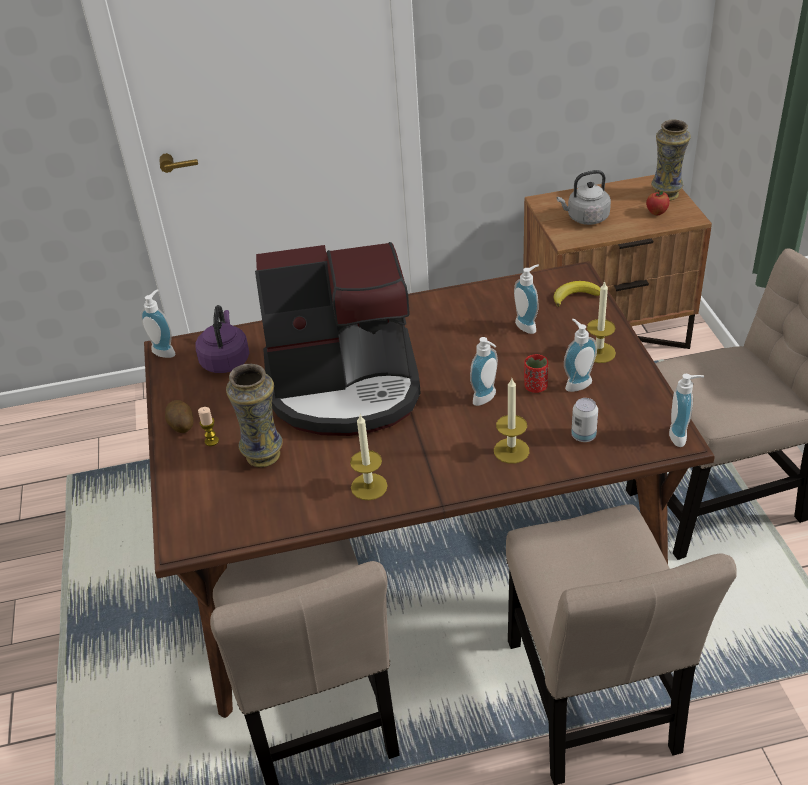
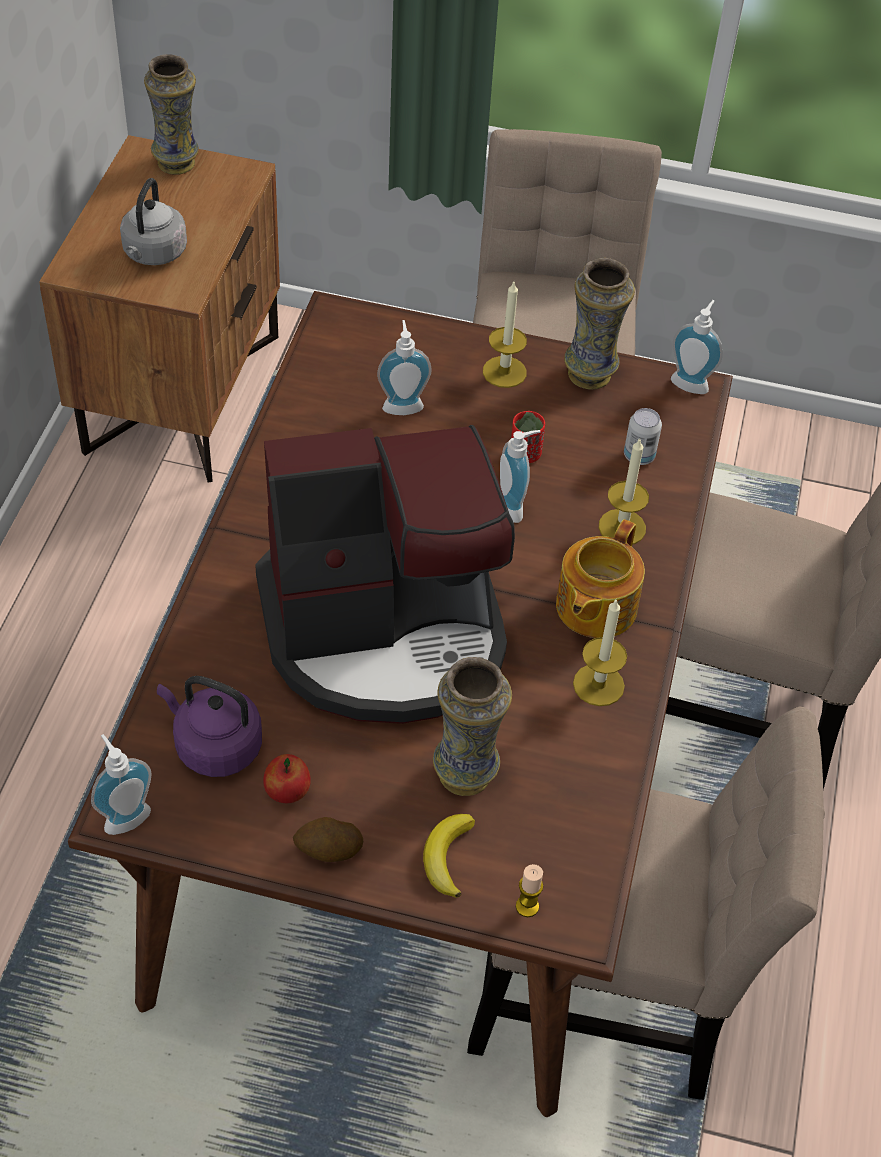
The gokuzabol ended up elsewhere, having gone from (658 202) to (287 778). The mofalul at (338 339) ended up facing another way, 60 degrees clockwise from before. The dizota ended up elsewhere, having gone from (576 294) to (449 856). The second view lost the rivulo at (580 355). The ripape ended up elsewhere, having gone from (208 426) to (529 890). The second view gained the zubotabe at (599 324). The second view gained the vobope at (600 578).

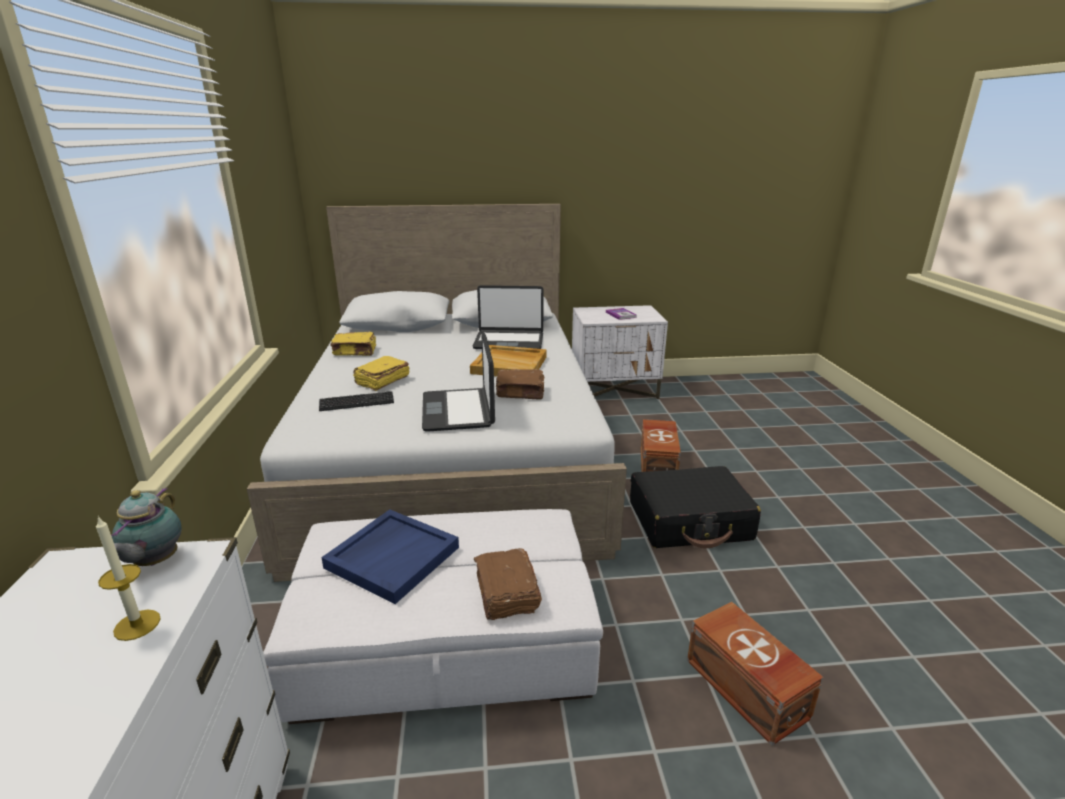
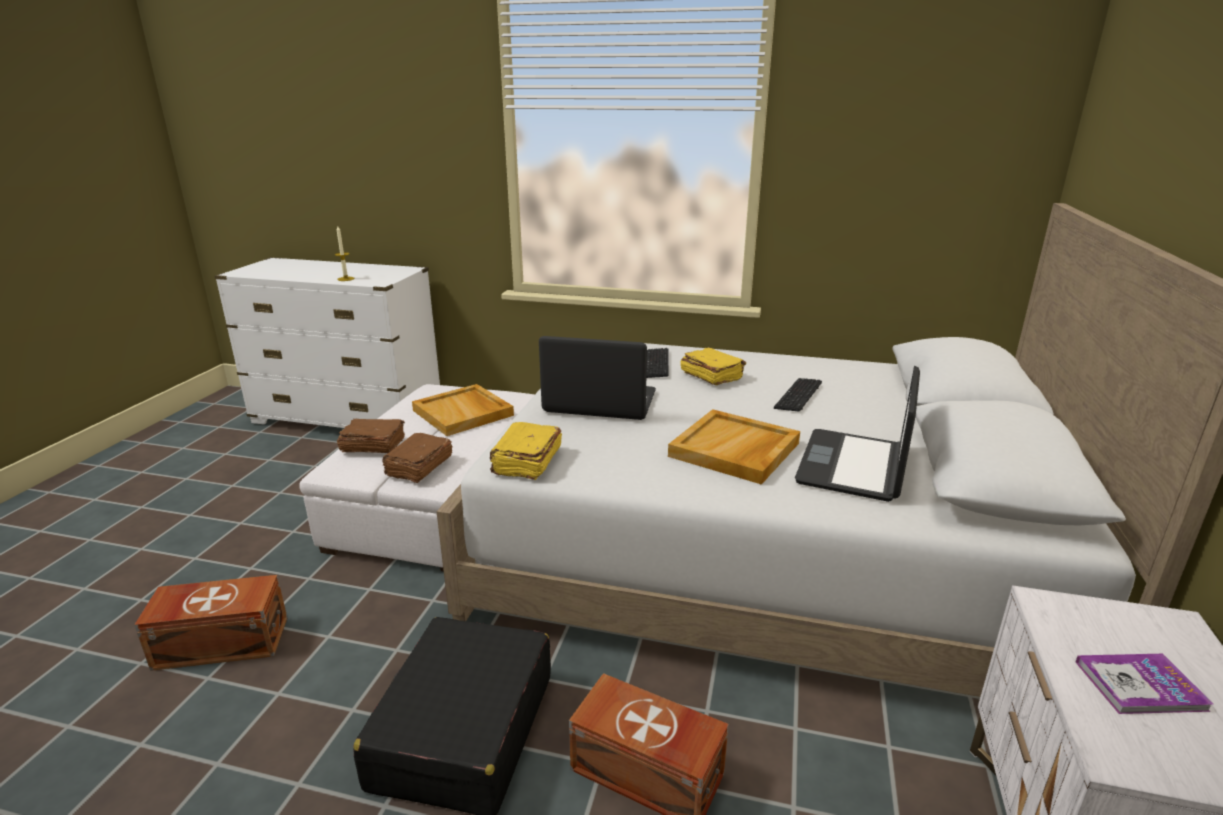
The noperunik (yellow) ended up elsewhere, having gone from (353 344) to (526 451). The noperunik (brown) ended up elsewhere, having gone from (520 384) to (417 458). The second view lost the vobope at (146 527). What was the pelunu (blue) at (390 556) turned into the pelunu (beige) at (463 410). The second view gained the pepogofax at (798 395).

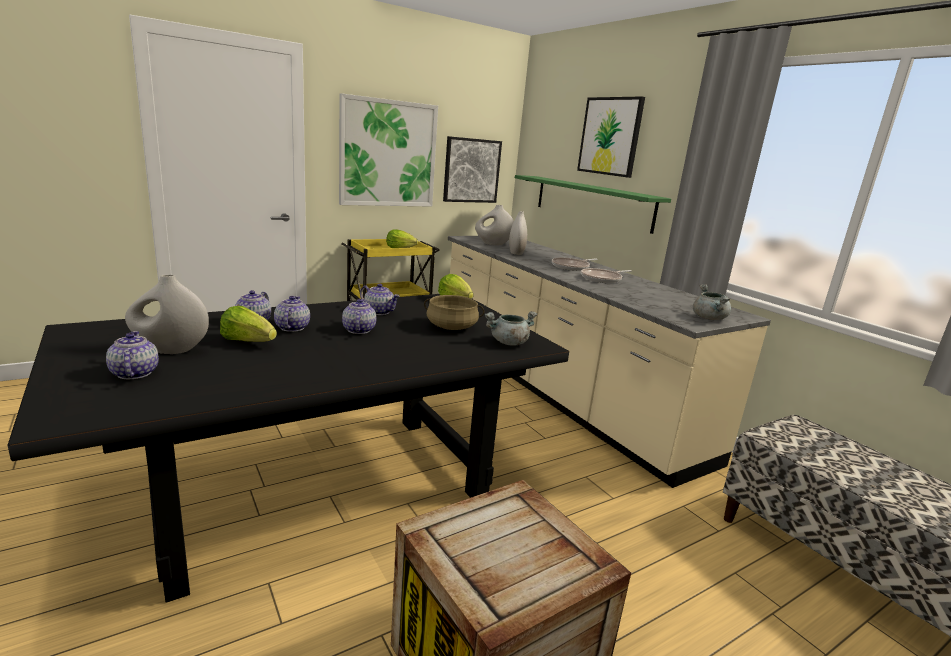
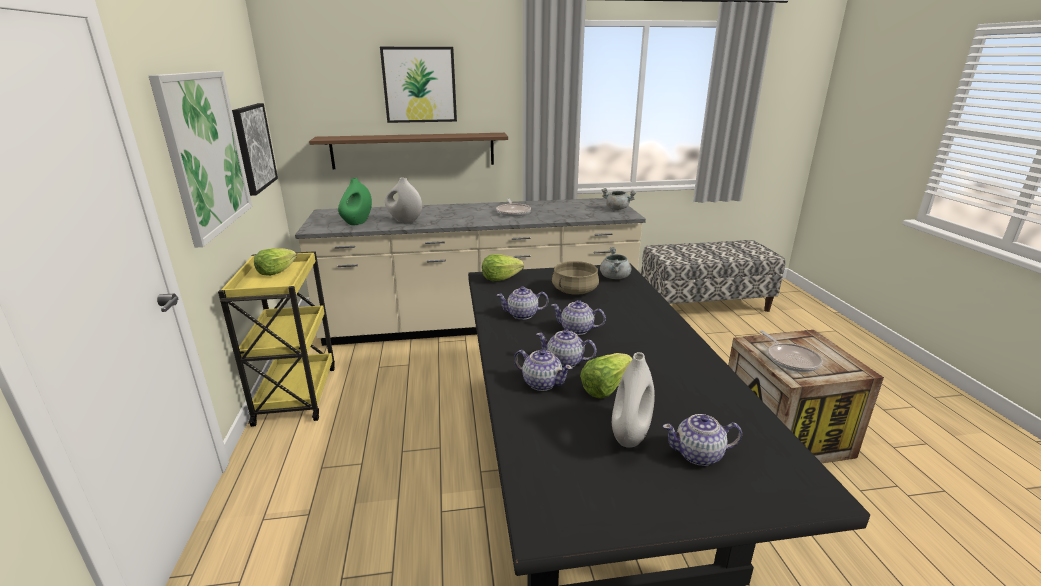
What was the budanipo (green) at (593 204) turned into the budanipo (brown) at (408 151). What was the zubotabe (white) at (494 225) turned into the zubotabe (green) at (355 201). The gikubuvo ended up elsewhere, having gone from (575 264) to (791 351). The vobope at (380 299) ended up facing another way, 150 degrees counterclockwise from before.

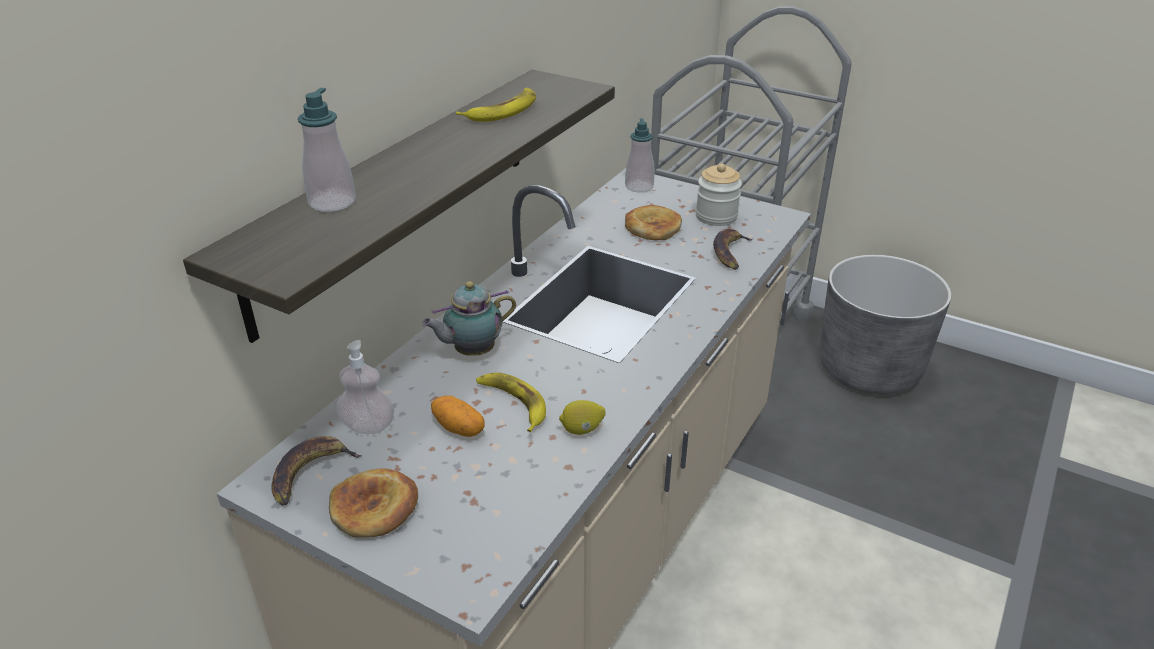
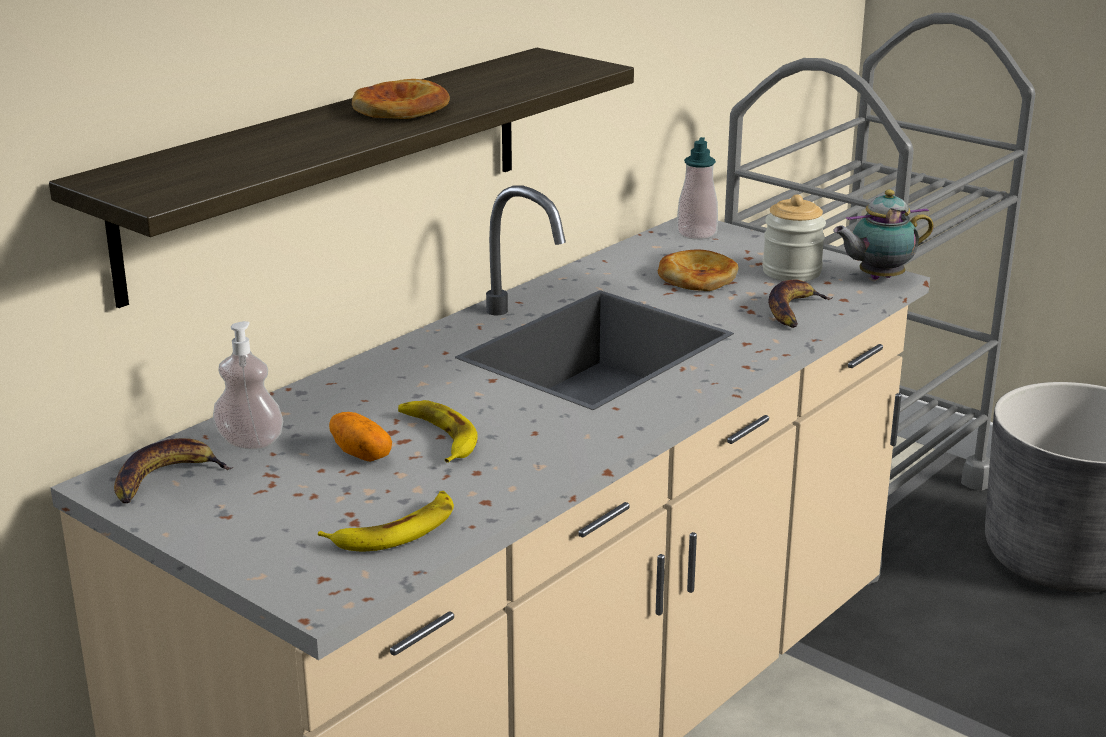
The second view lost the rivulo at (327 150). The dizota ended up elsewhere, having gone from (496 105) to (386 521). The vobope ended up elsewhere, having gone from (469 318) to (883 234). The second view lost the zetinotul at (582 417). The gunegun ended up elsewhere, having gone from (373 503) to (401 99).

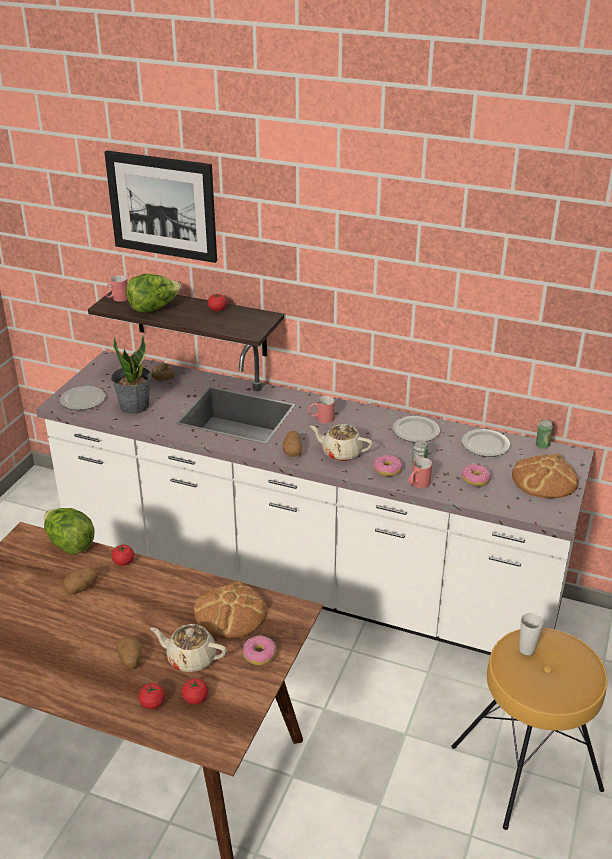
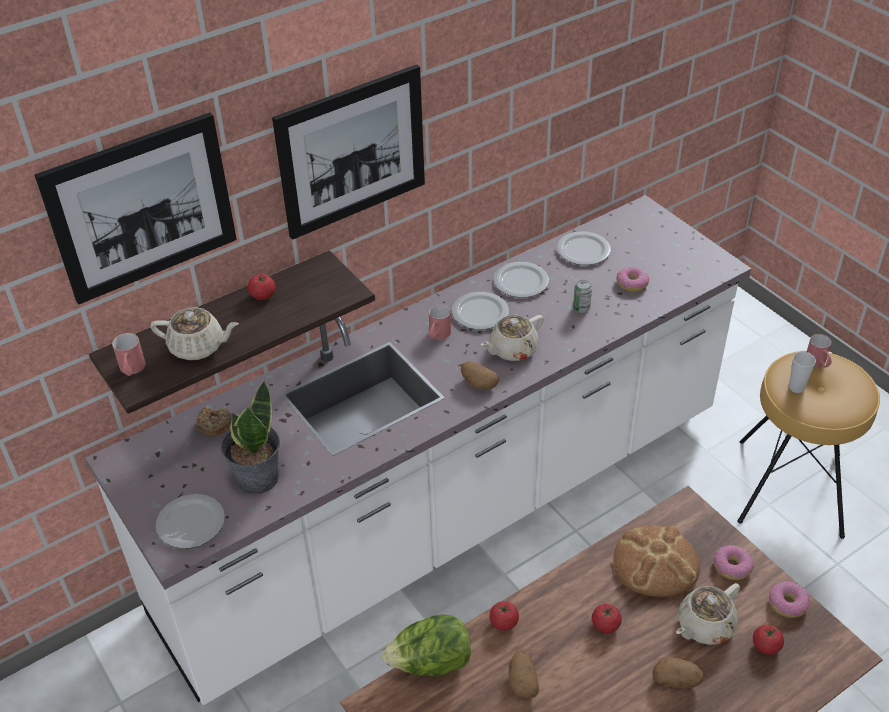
Where the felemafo stood at (154 293), the vobope (beige) came to stand at (194 333). The second view lost the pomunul at (544 434). The second view lost the gunegun at (545 475). The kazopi ended up elsewhere, having gone from (388 465) to (789 599). The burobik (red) ended up elsewhere, having gone from (420 473) to (819 351). The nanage ended up elsewhere, having gone from (151 696) to (607 618). The second view gained the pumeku at (348 152). The second view gained the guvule at (480 311).

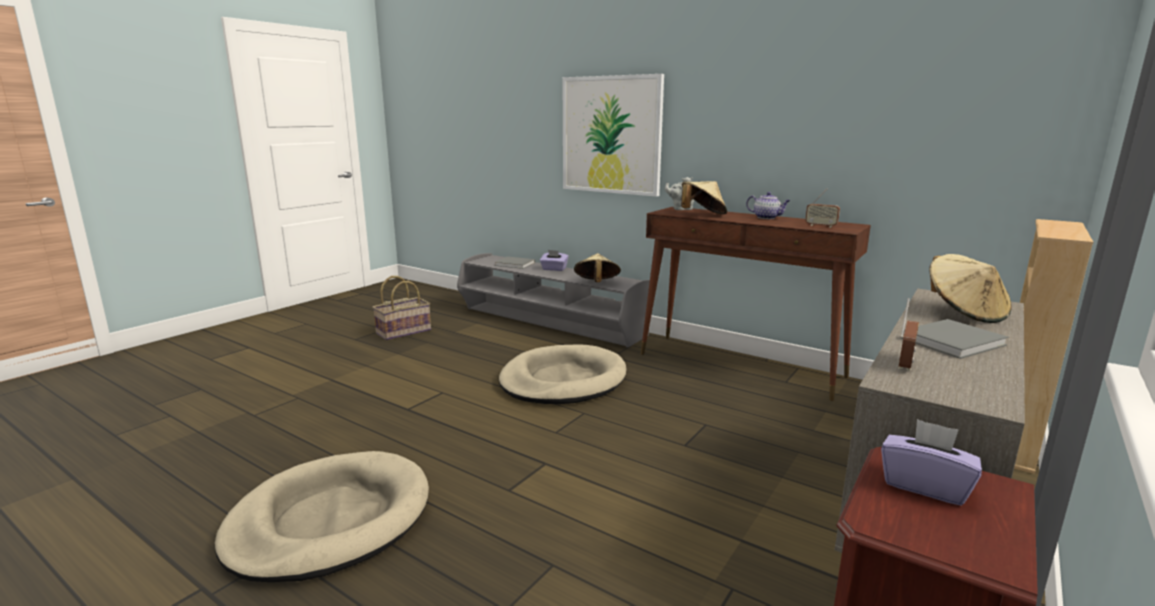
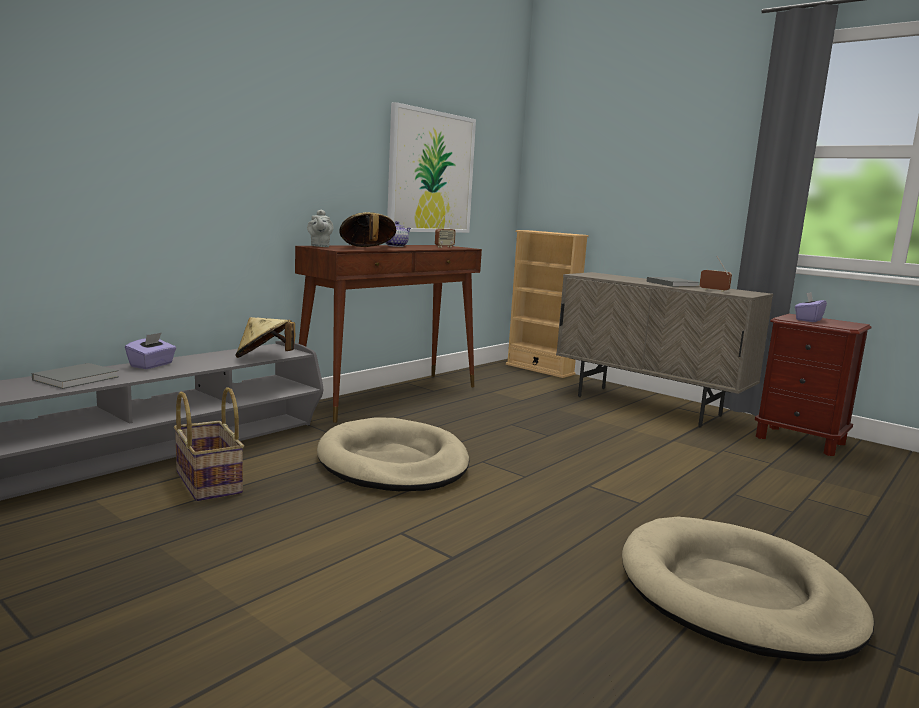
The pumeku ended up elsewhere, having gone from (613 135) to (431 167). The second view lost the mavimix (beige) at (970 288). The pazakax ended up elsewhere, having gone from (401 308) to (209 444).

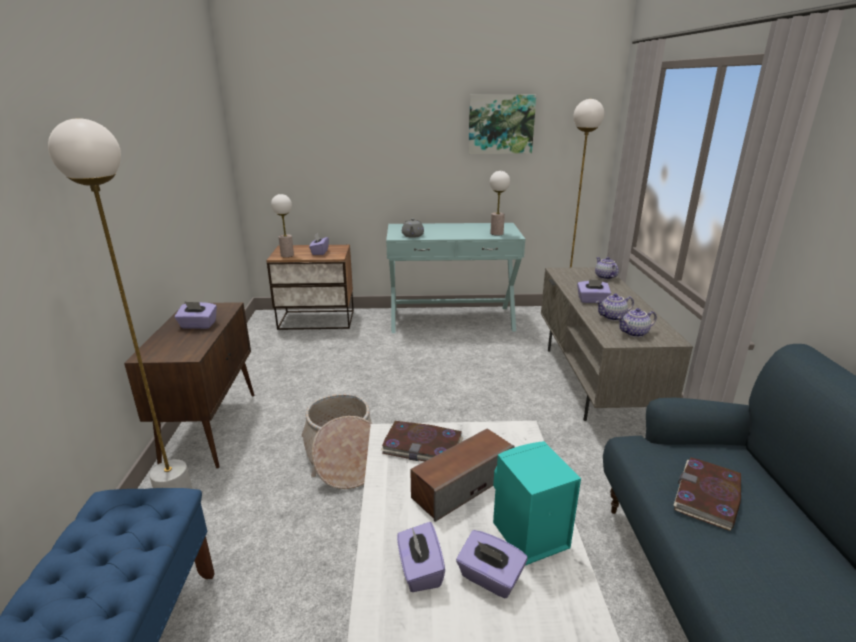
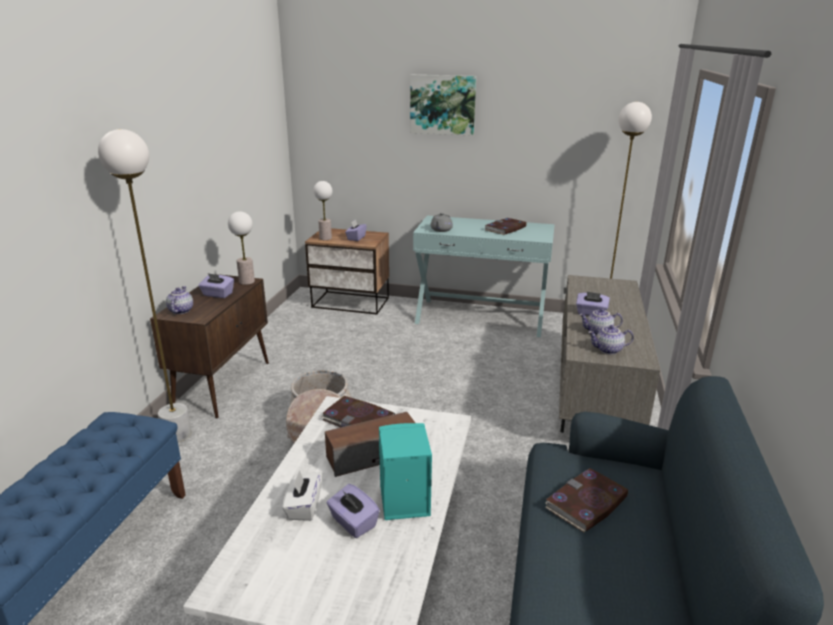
The pumeku ended up elsewhere, having gone from (502 124) to (443 105). The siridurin ended up elsewhere, having gone from (500 203) to (241 248). The vobope ended up elsewhere, having gone from (607 268) to (179 300). What was the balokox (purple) at (421 557) turned into the balokox (white) at (302 495). The second view gained the noperunik at (505 226).

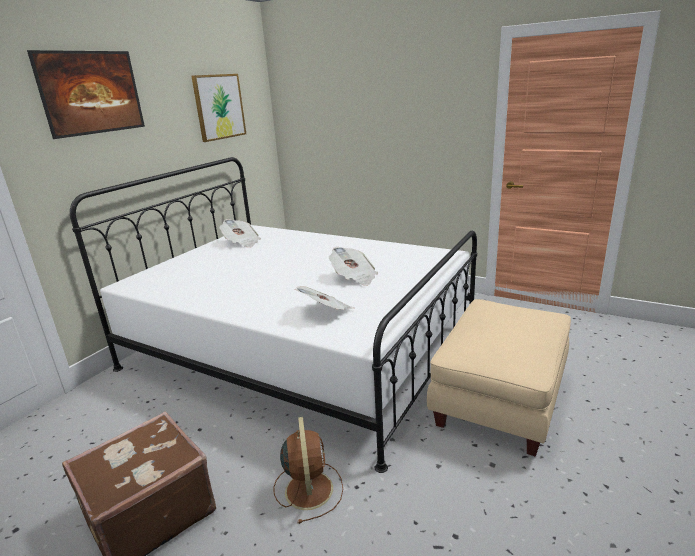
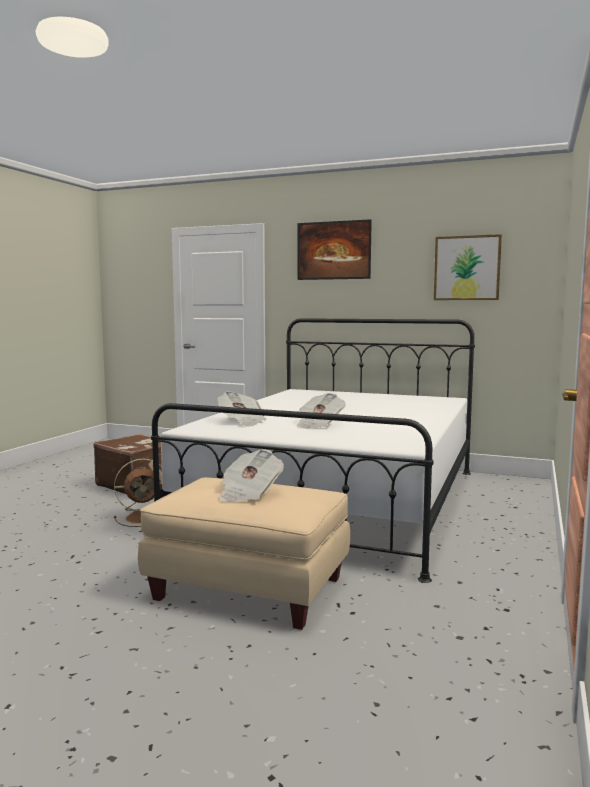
The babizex ended up elsewhere, having gone from (240 233) to (251 475).

